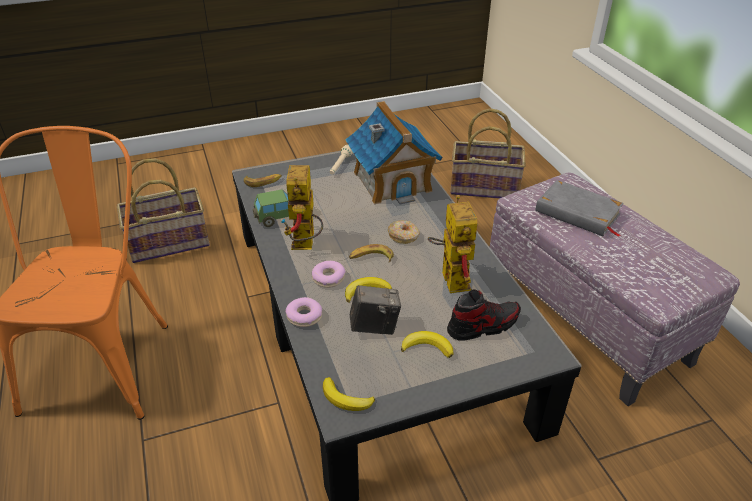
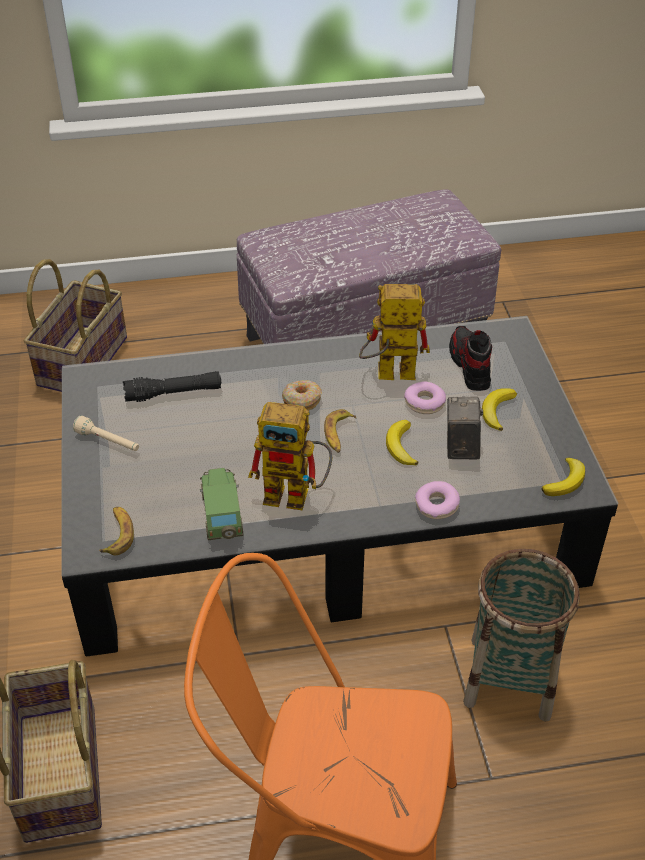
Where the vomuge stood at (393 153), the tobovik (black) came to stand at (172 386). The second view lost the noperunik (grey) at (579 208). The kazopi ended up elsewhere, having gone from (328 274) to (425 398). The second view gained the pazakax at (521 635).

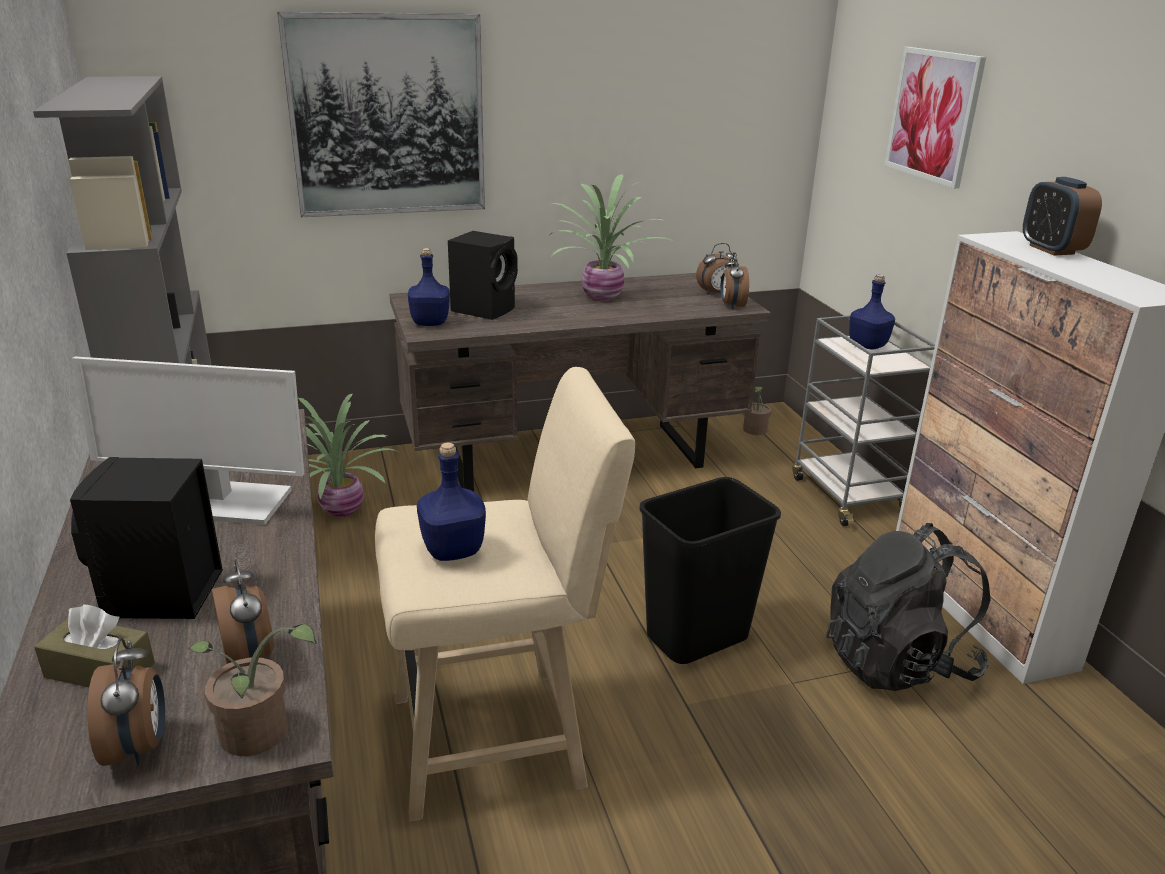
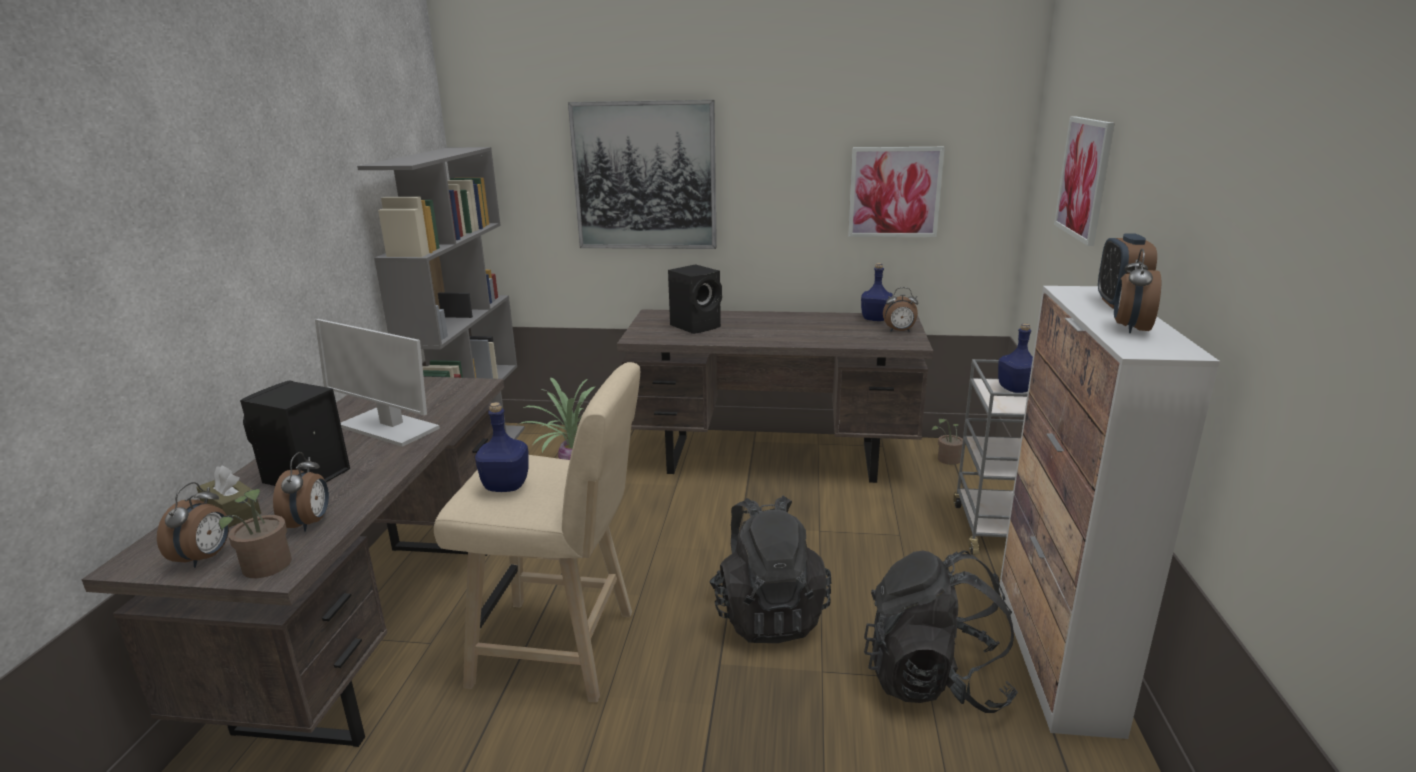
The second view lost the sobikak at (612 237). The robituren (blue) ended up elsewhere, having gone from (429 287) to (877 292). The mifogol ended up elsewhere, having gone from (734 281) to (1137 291). Where the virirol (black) stood at (710 570), the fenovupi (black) came to stand at (770 569). The second view gained the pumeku at (896 192).

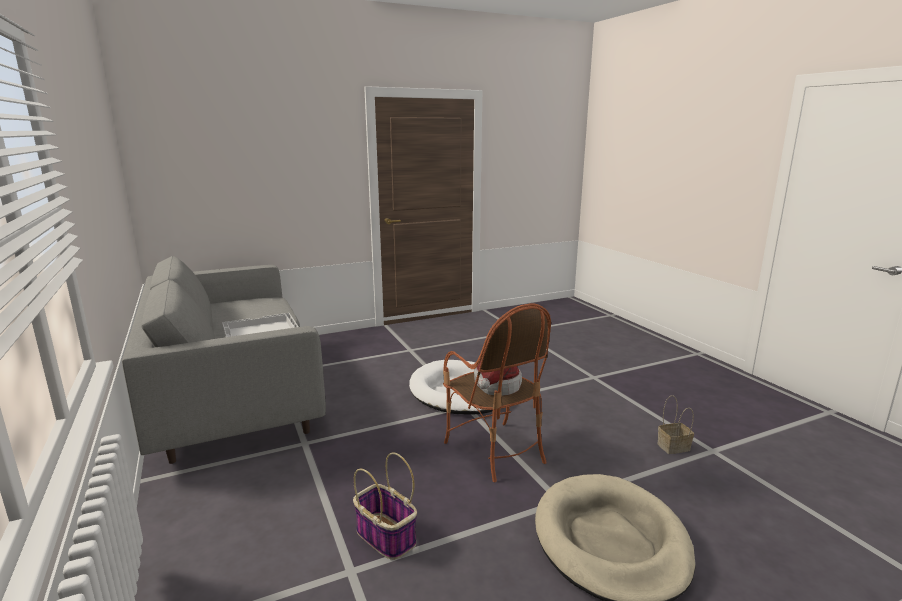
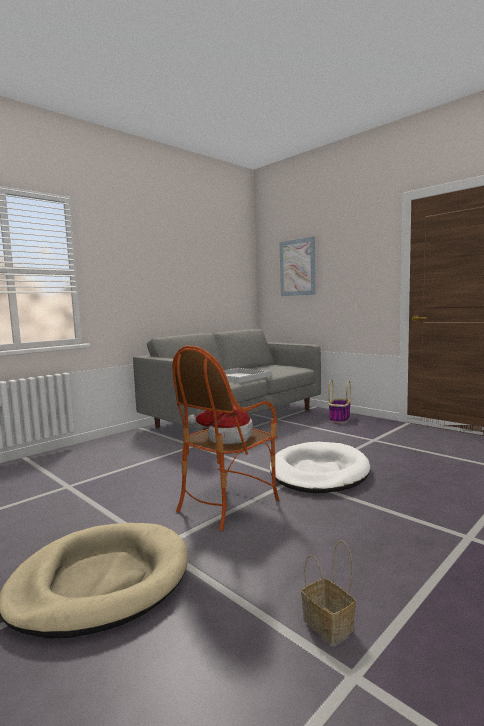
The pazakax ended up elsewhere, having gone from (385 506) to (340 401). The second view gained the pumeku at (298 266).

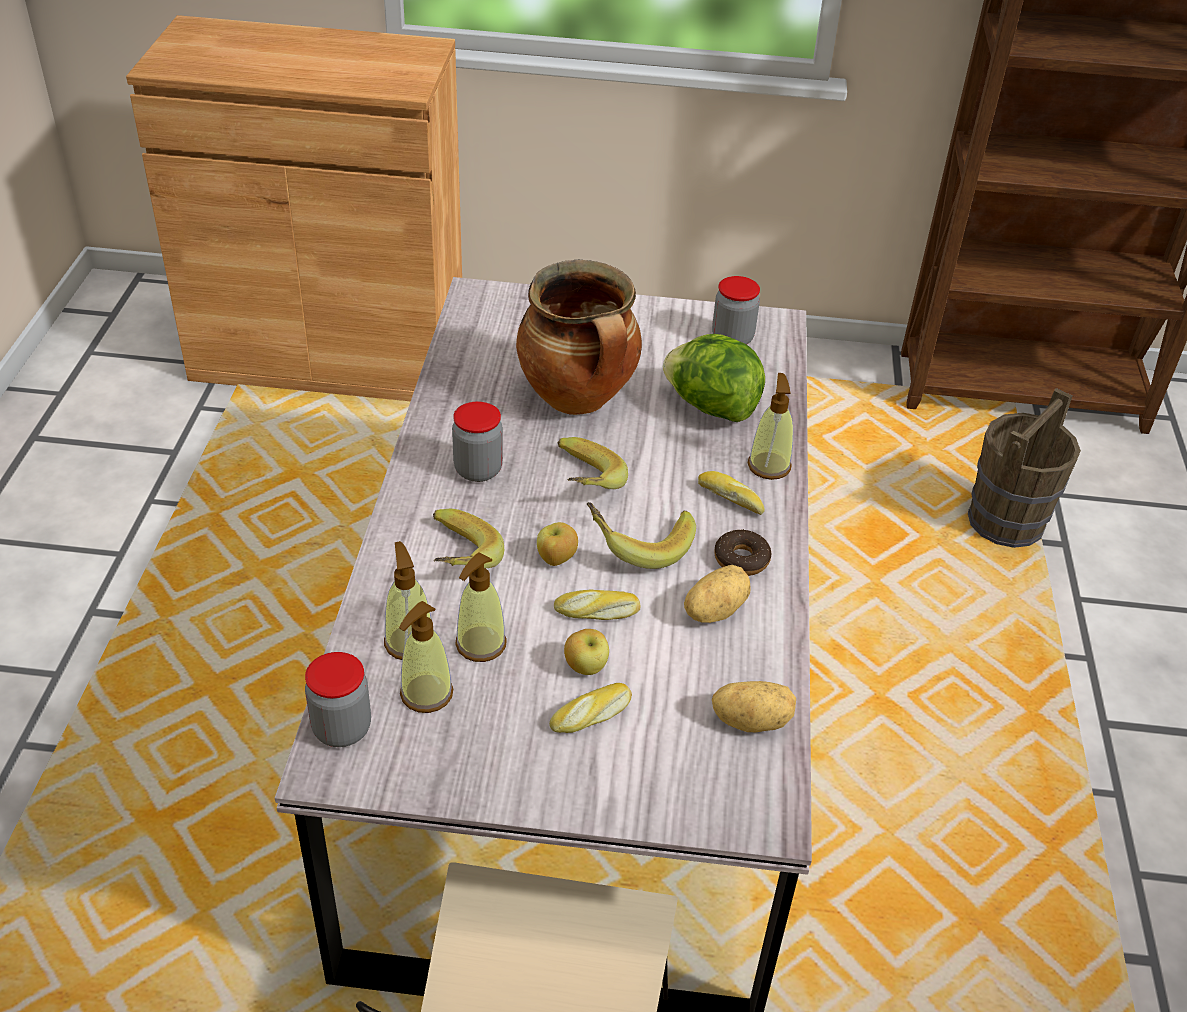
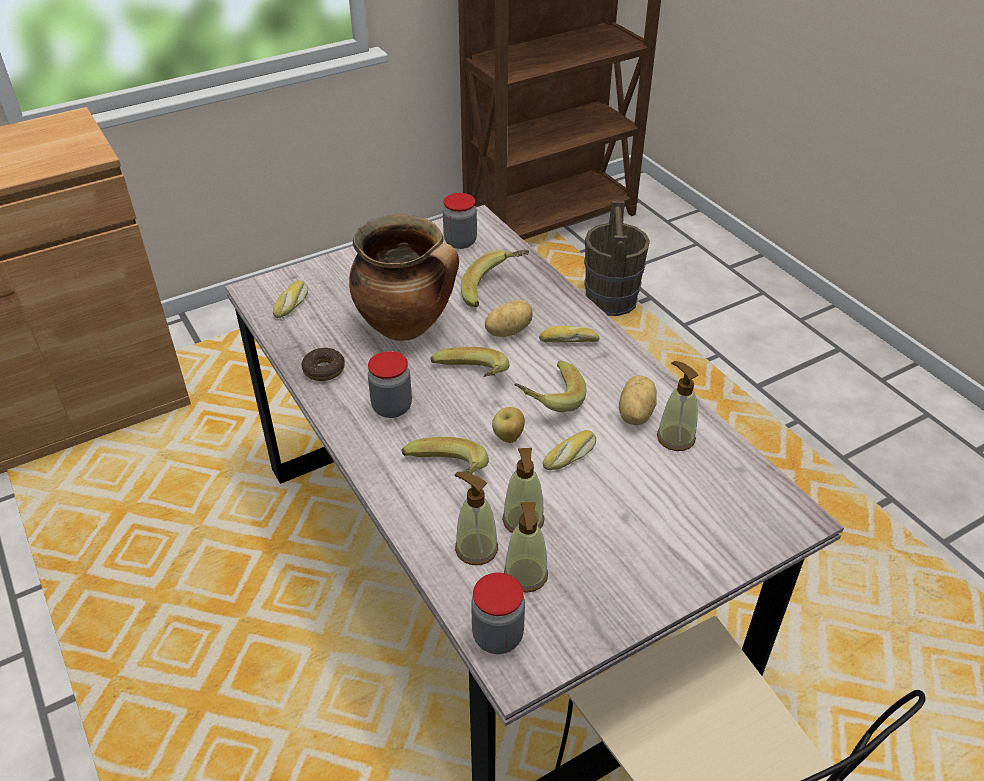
Where the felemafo stood at (714 378), the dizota came to stand at (495 278). The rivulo ended up elsewhere, having gone from (770 426) to (678 406). The kazopi ended up elsewhere, having gone from (742 552) to (323 364). The second view lost the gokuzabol at (586 652). The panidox ended up elsewhere, having gone from (754 706) to (509 318). The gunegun ended up elsewhere, having gone from (590 708) to (290 299).

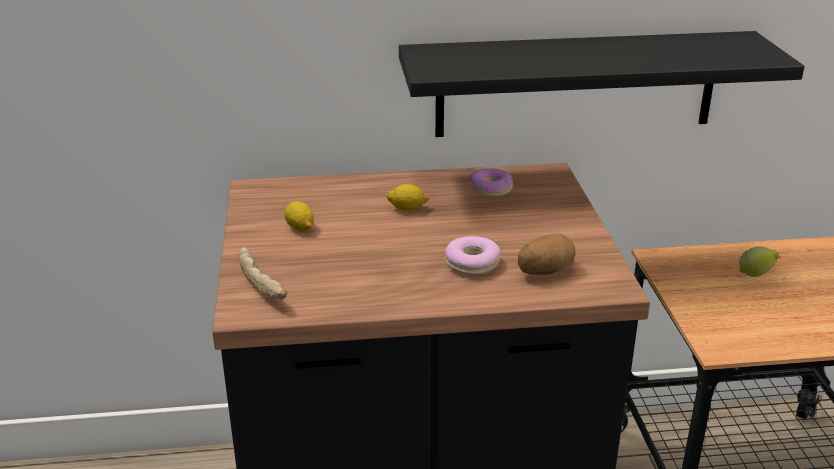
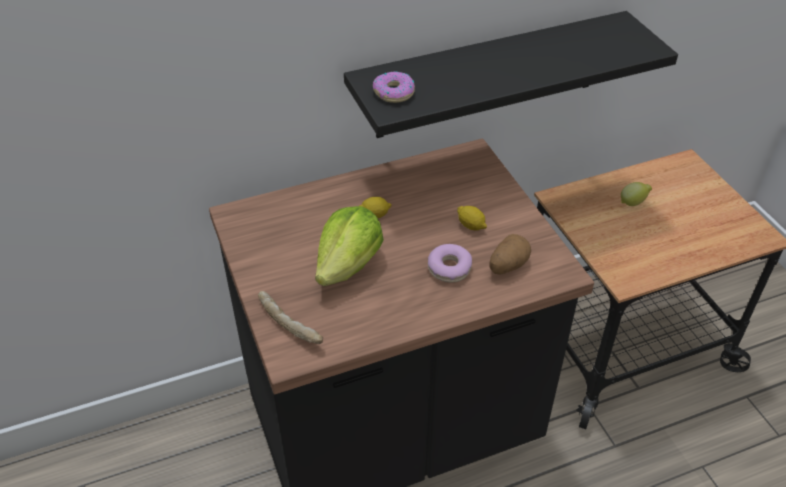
The kazopi ended up elsewhere, having gone from (490 182) to (394 87). The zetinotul ended up elsewhere, having gone from (299 216) to (472 218). The second view gained the felemafo at (349 246).

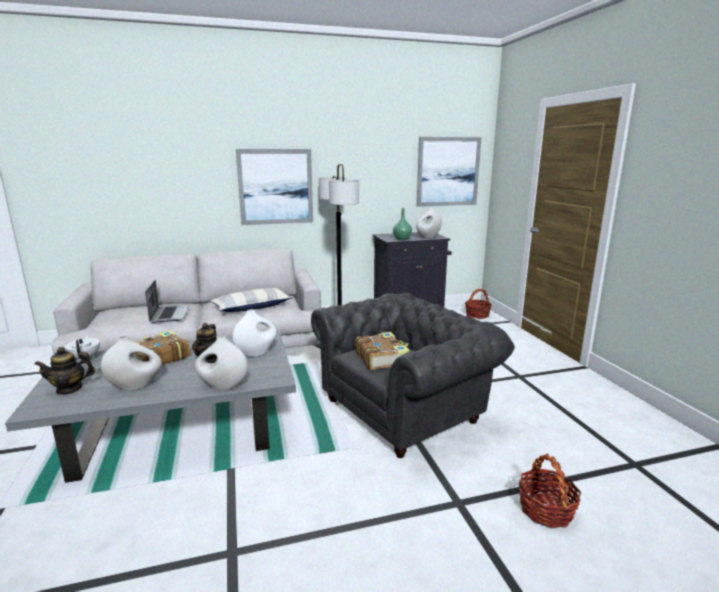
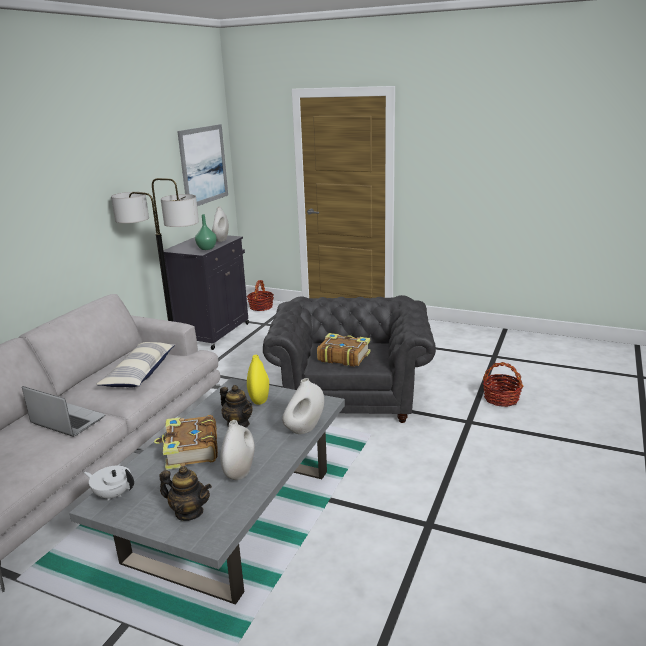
The second view lost the pumeku at (274 187). What was the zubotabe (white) at (254 333) turned into the zubotabe (yellow) at (258 380). The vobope at (64 371) ended up facing another way, 90 degrees counterclockwise from before.

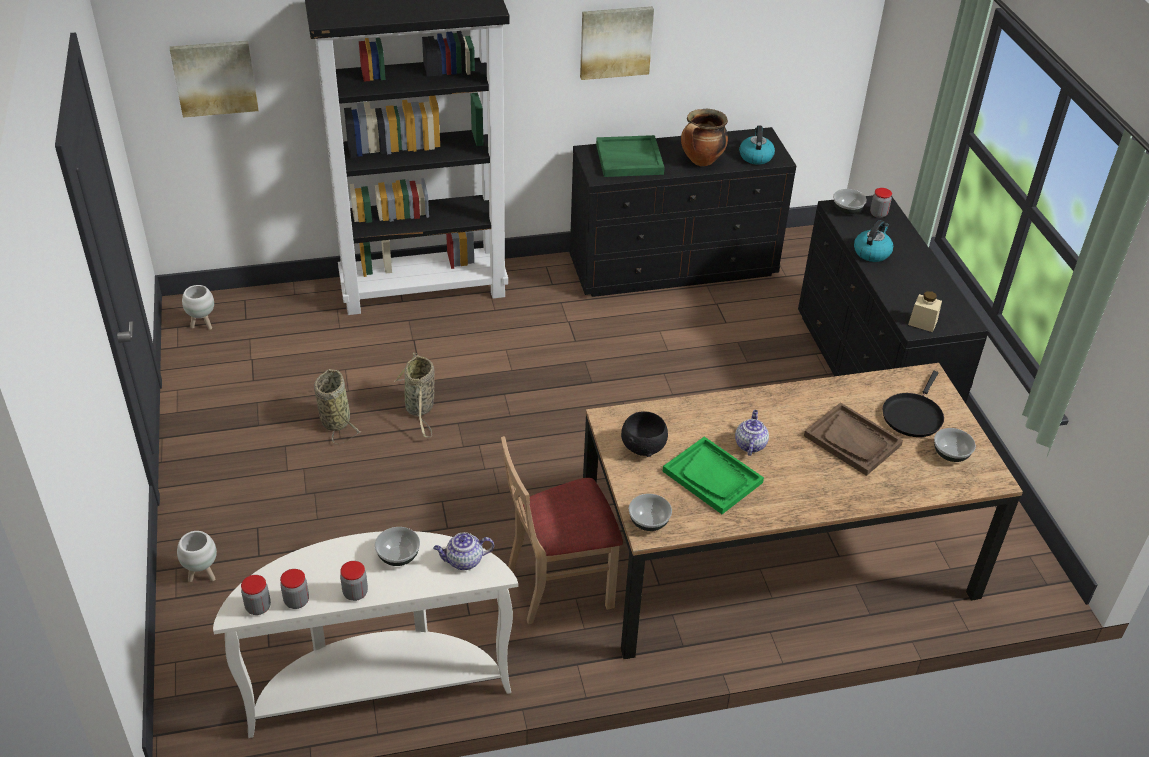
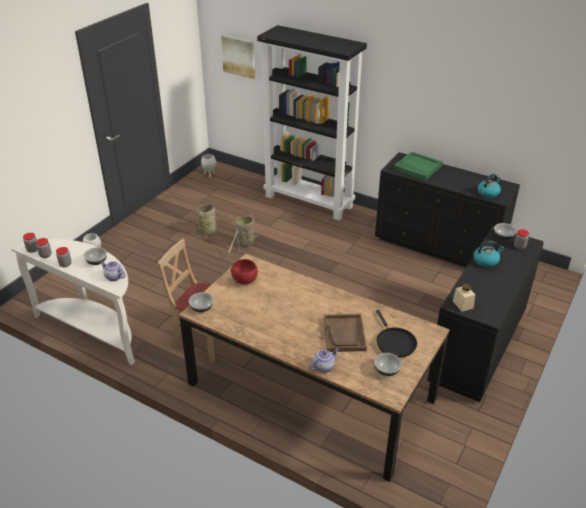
The second view lost the pumeku at (617 43). The second view lost the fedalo at (704 137). The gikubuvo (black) at (913 404) ended up facing another way, 90 degrees counterclockwise from before. The vobope ended up elsewhere, having gone from (752 433) to (324 360). What was the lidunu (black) at (644 434) turned into the lidunu (red) at (244 272). The second view lost the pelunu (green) at (713 475).

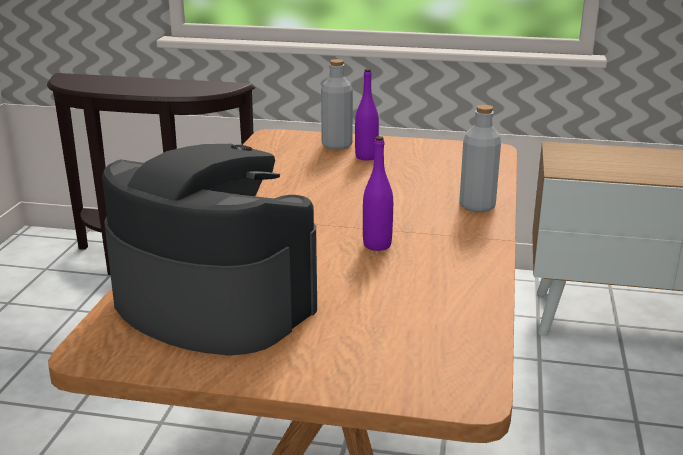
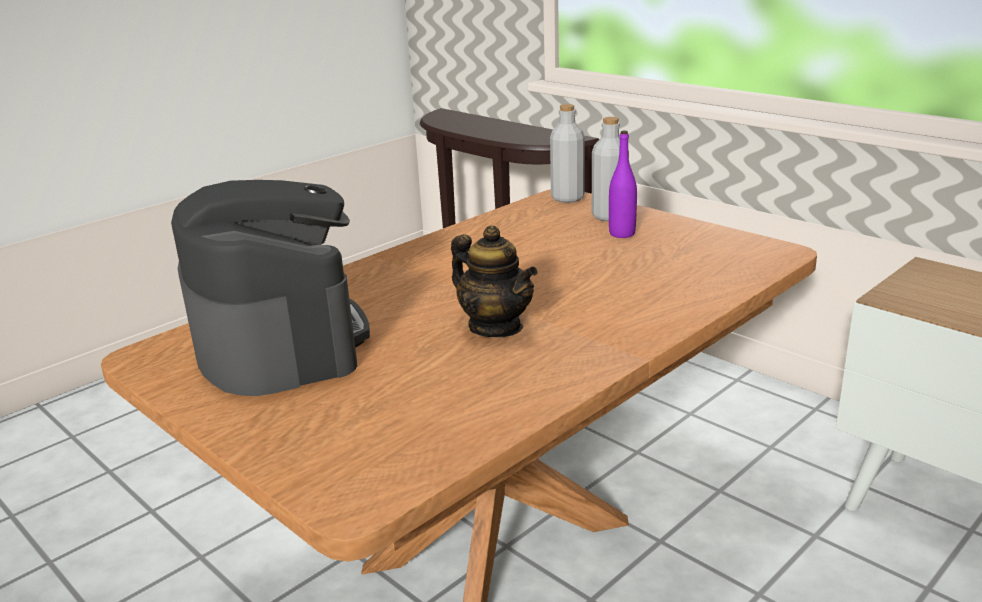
The robituren (grey) ended up elsewhere, having gone from (480 158) to (567 153). Where the robituren (purple) stood at (378 193), the vobope came to stand at (494 281).

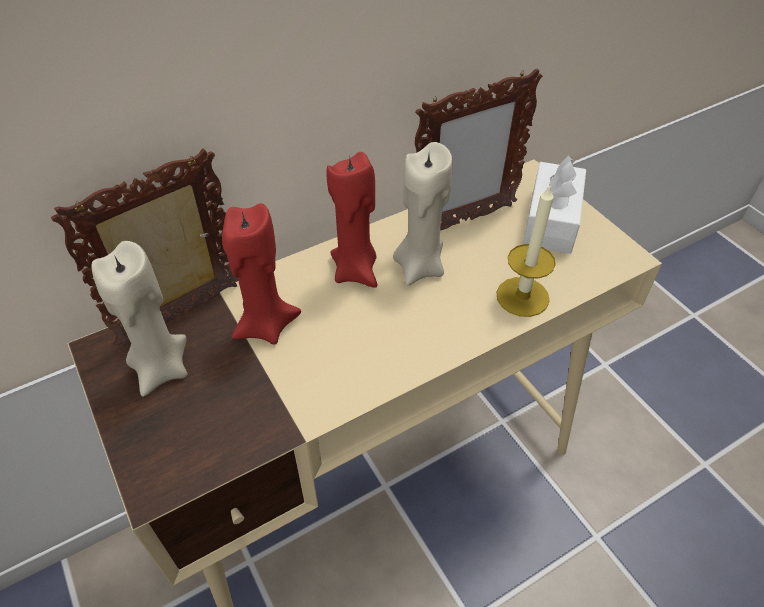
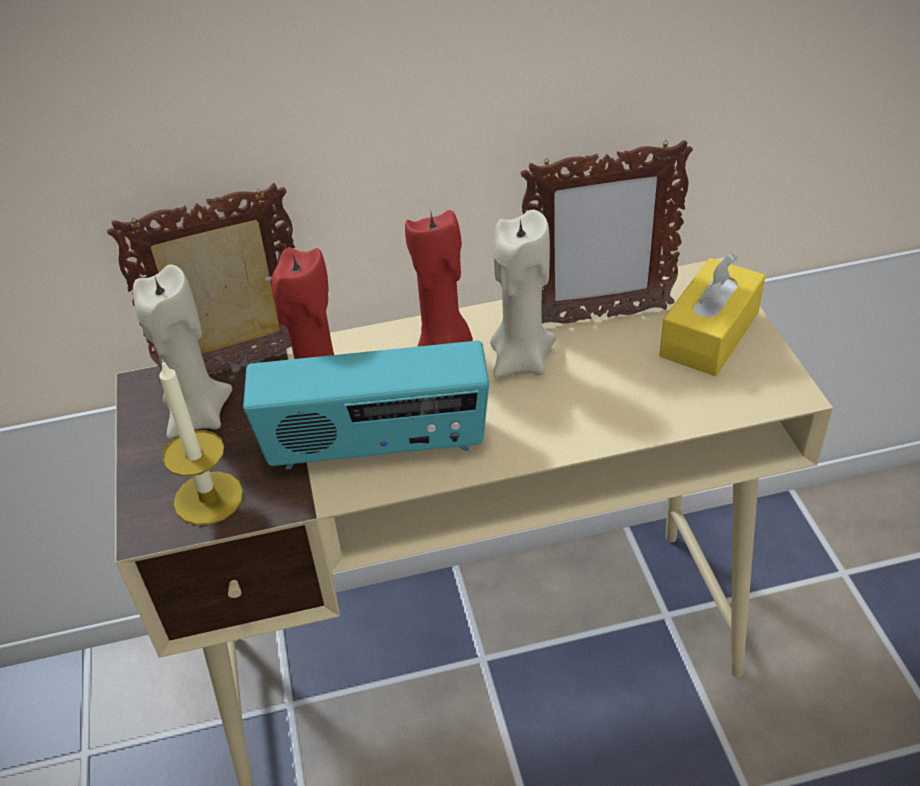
What was the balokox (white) at (554 205) turned into the balokox (yellow) at (712 314). The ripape ended up elsewhere, having gone from (526 250) to (201 442). The second view gained the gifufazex at (366 405).

